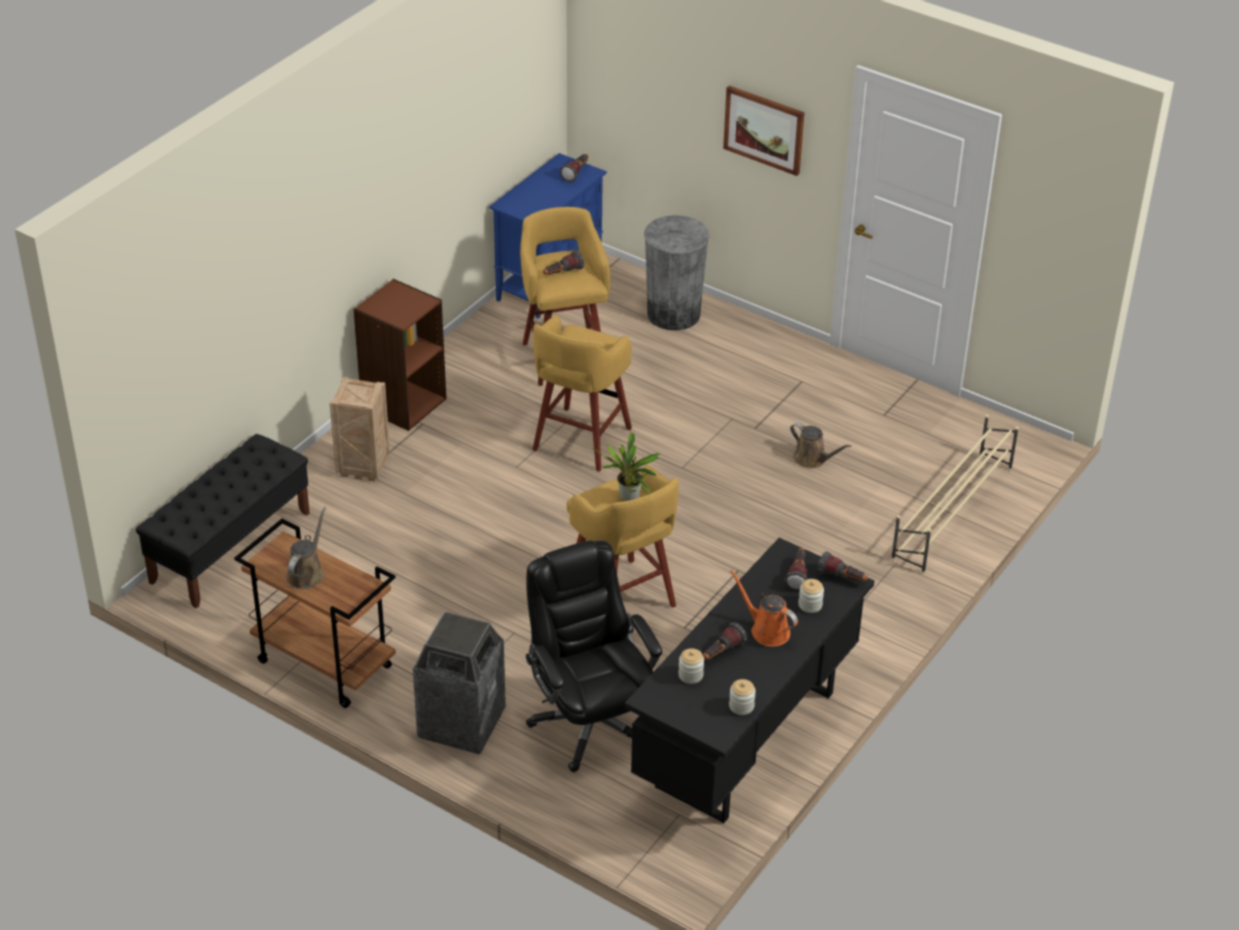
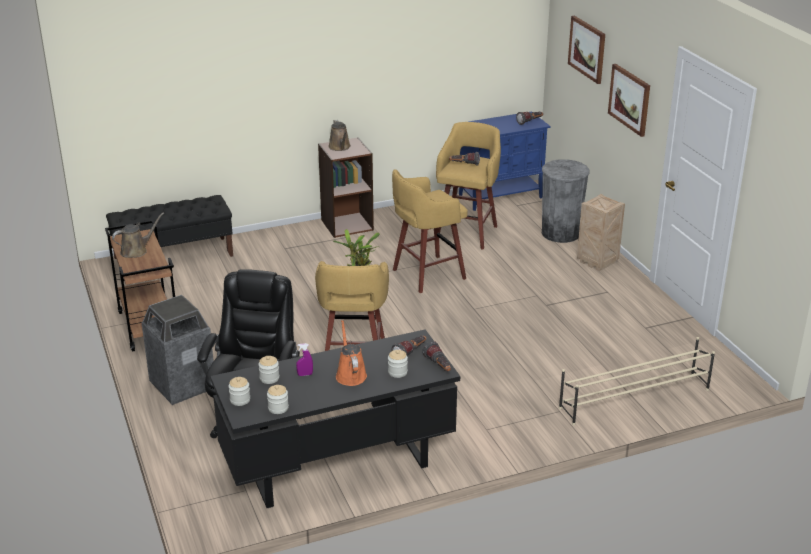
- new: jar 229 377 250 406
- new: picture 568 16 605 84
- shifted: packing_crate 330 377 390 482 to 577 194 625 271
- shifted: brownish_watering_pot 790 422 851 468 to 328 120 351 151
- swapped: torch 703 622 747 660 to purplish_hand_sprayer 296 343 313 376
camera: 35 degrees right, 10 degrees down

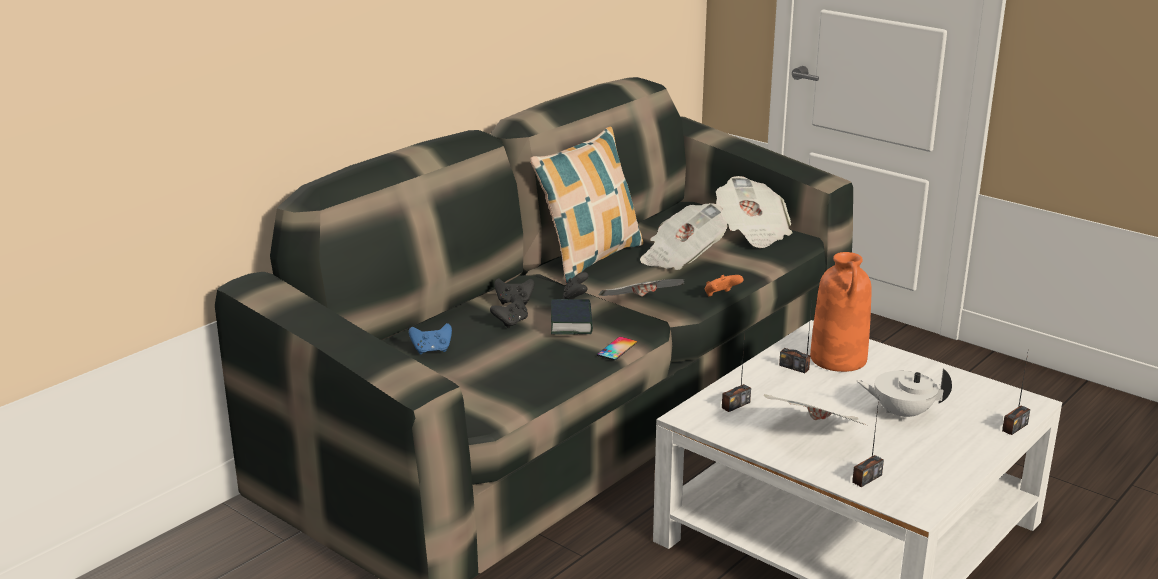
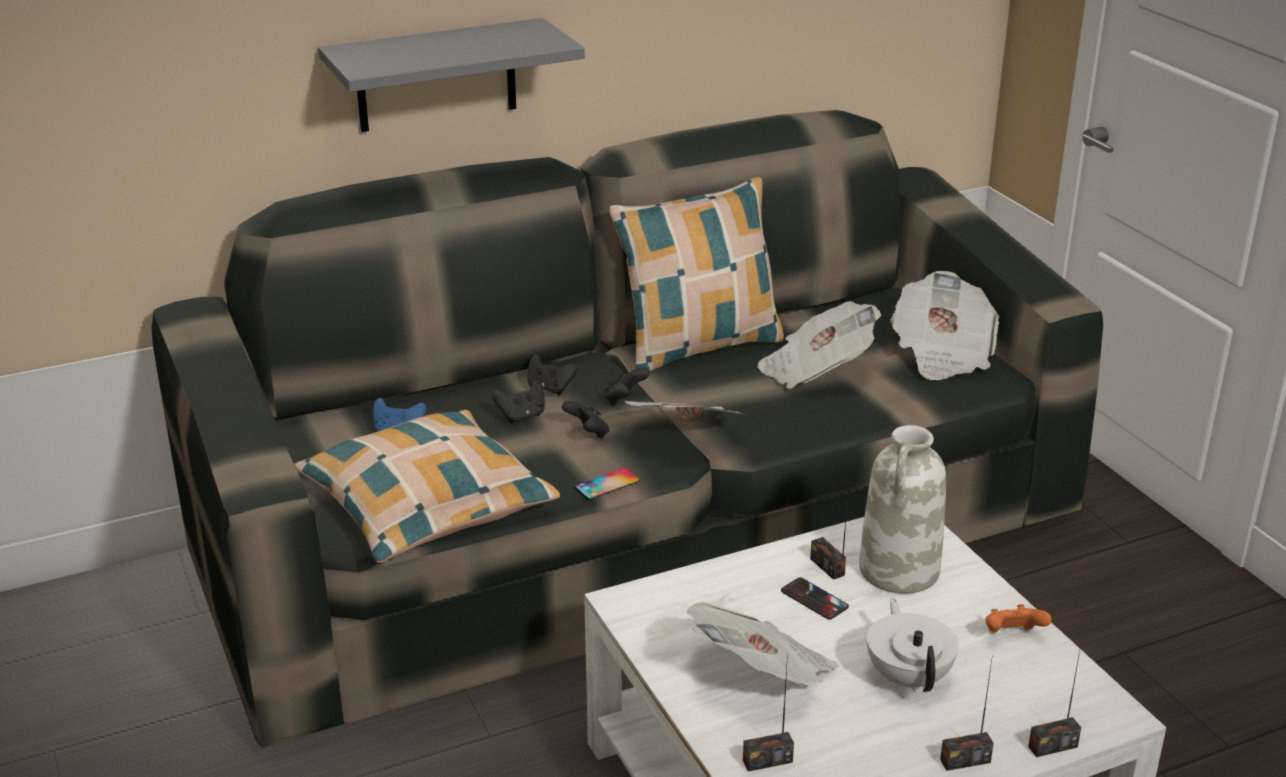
- new: pillow 295 410 560 563
- new: grey_shelf 318 18 585 132
- new: handset 781 577 849 620
- shifted: orange-coloured_joypad 705 275 743 296 to 985 604 1052 633
- shifted: radio_set 722 330 751 412 to 940 654 994 771
- swapped: volume 551 299 593 335 to black-coloured_joypad 562 401 609 438
- repainted: orange-coloured_vase 810 252 872 372 to white-coloured_vase 859 425 946 594
- rotated: white-coloured_teapot 857 368 952 421 = 867 598 959 692 45 degrees clockwise
camera: 25 degrees right, 5 degrees up

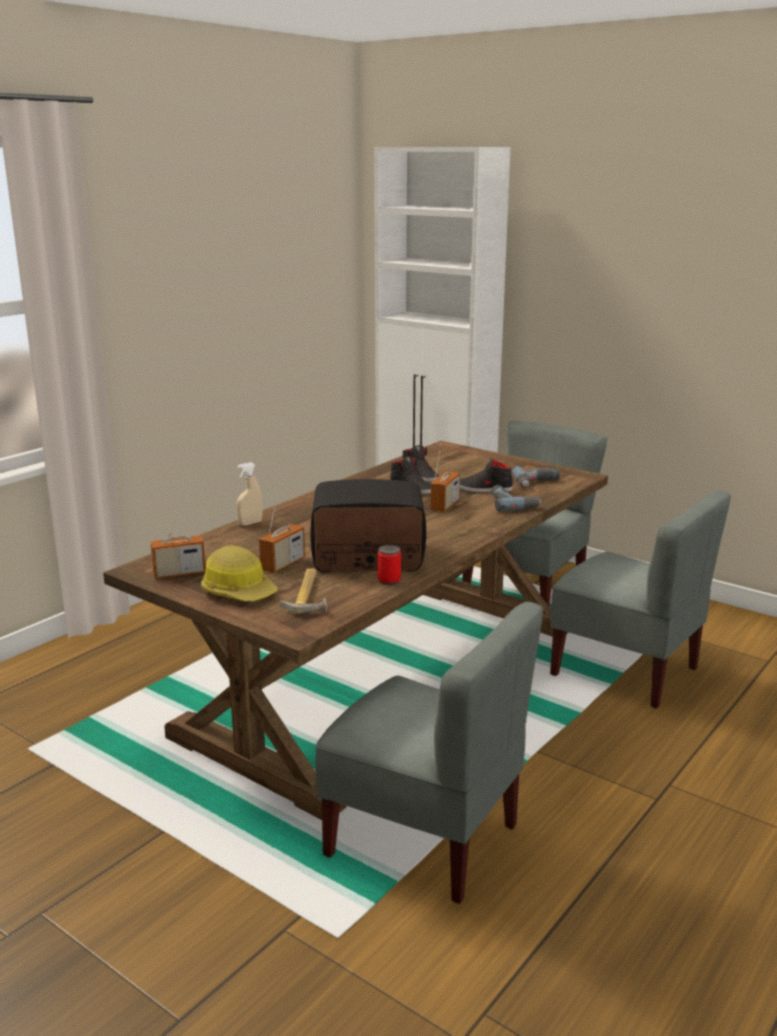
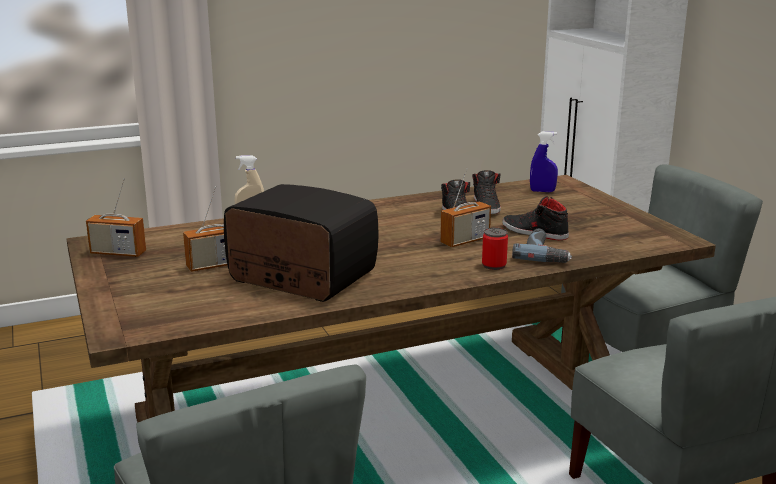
- gone: hard_hat 201 545 278 602
- gone: hand_hammer 280 568 327 614
- gone: power_drill 511 466 560 488
- new: bluish_hand_sprayer 530 132 558 192
- shifted: can 378 545 401 585 to 482 228 508 270
camera: 30 degrees right, 0 degrees up

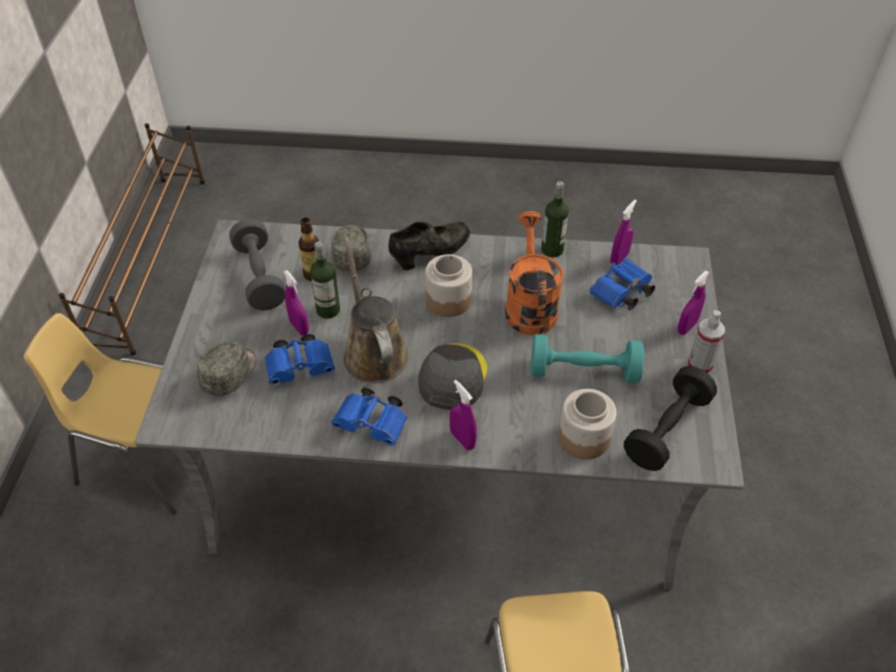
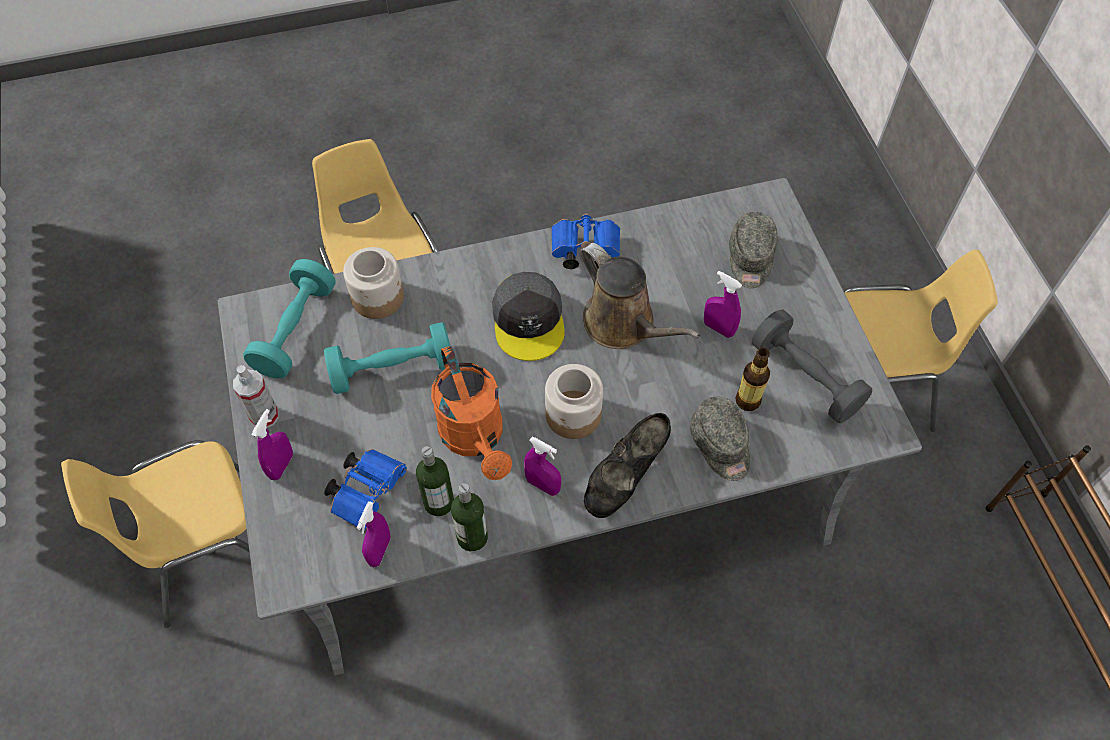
- gone: bluish_binoculars 265 334 335 386
- new: yellow-coloured_chair 61 440 249 628
- shifted: bottle 310 242 340 319 to 416 446 454 516
- shifted: purplish_hand_sprayer 449 380 477 450 to 524 437 561 496
- repainted: black-coloured_free_weight 624 366 717 471 to turquoise-coloured_free_weight 243 259 335 379
camera: 160 degrees right, 10 degrees up

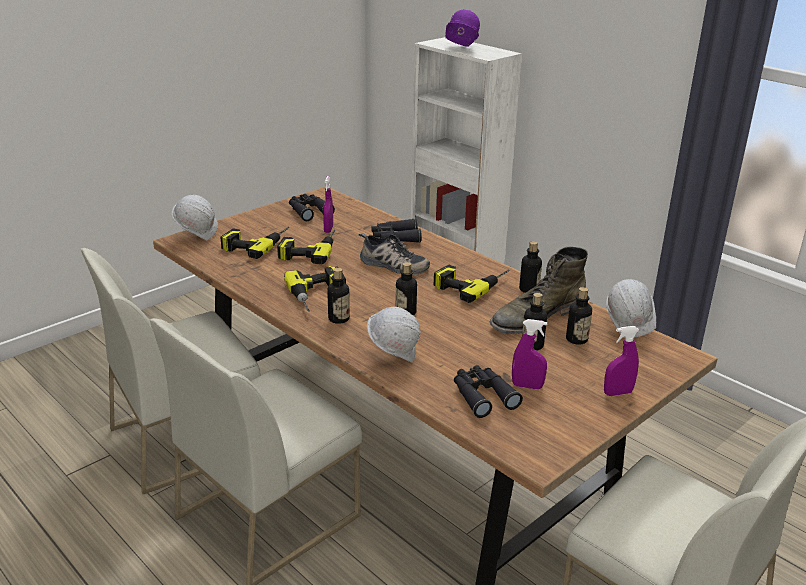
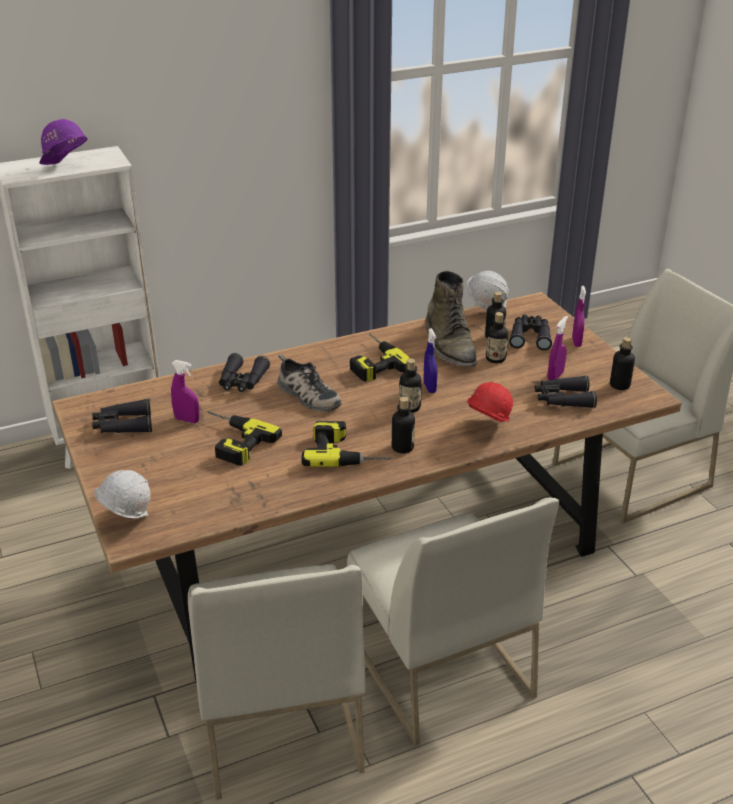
- gone: power_drill 220 226 290 259
- new: bluish_hand_sprayer 424 328 437 393
- new: black-coloured_binoculars 509 315 552 351
- shifted: bottle 519 241 542 293 to 610 337 635 390
- repainted: white-coloured_hard_hat 367 307 421 362 to reddish_hard_hat 466 382 513 422
- rotated: low_shoe 359 233 430 275 = 278 354 341 412 90 degrees clockwise
camera: 70 degrees left, 5 degrees up

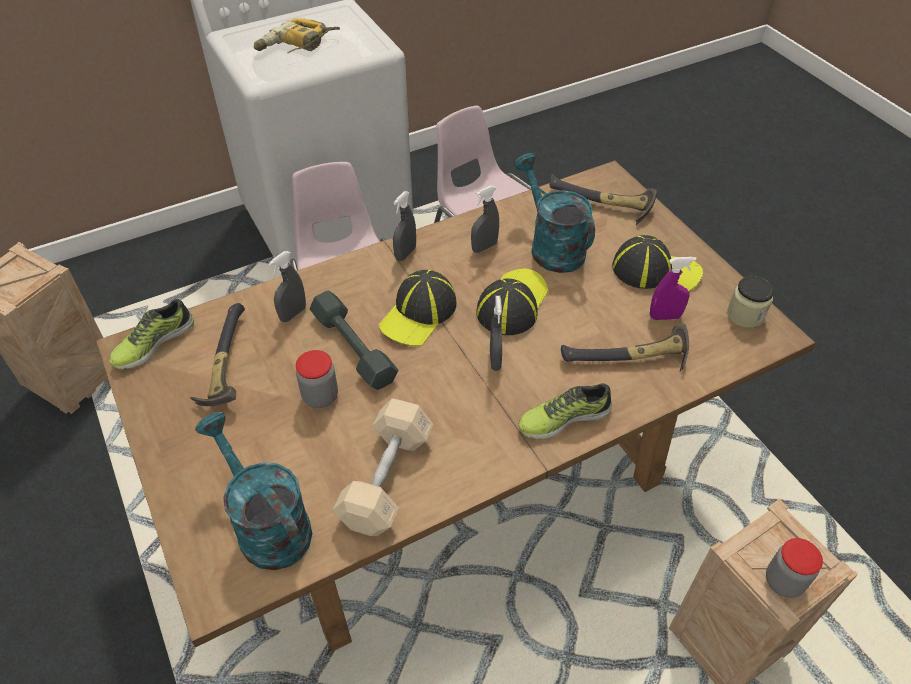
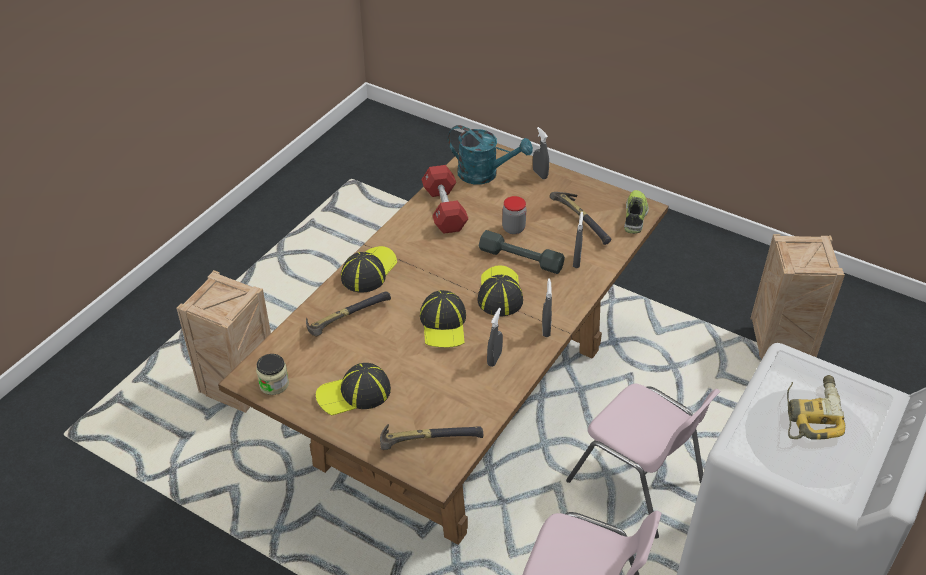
- gone: turquoise-coloured_watering_pot 514 153 595 273
- gone: purplish_hand_sprayer 650 257 697 320
- gone: jar 766 538 823 598
- shifted: grey_hand_sprayer 490 296 502 371 to 533 127 549 179
- swapped: low_shoe 518 383 612 439 to baseball_cap 341 246 397 292
- repainted: sand-coloured_free_weight 333 398 433 536 to reddish_free_weight 421 165 468 234
camera: 150 degrees right, 5 degrees down

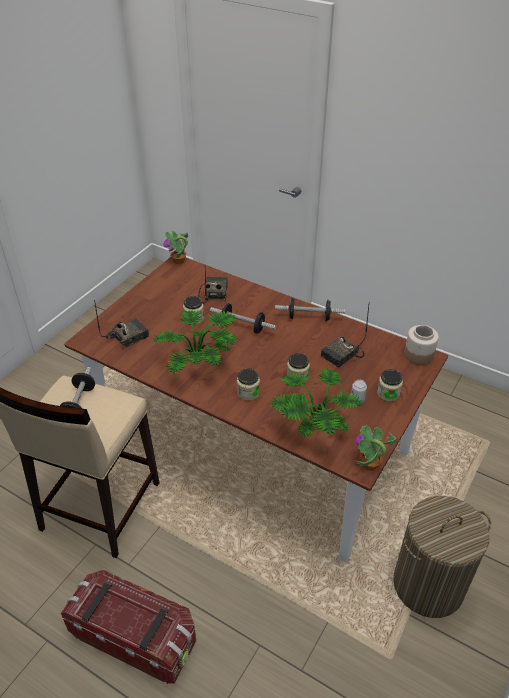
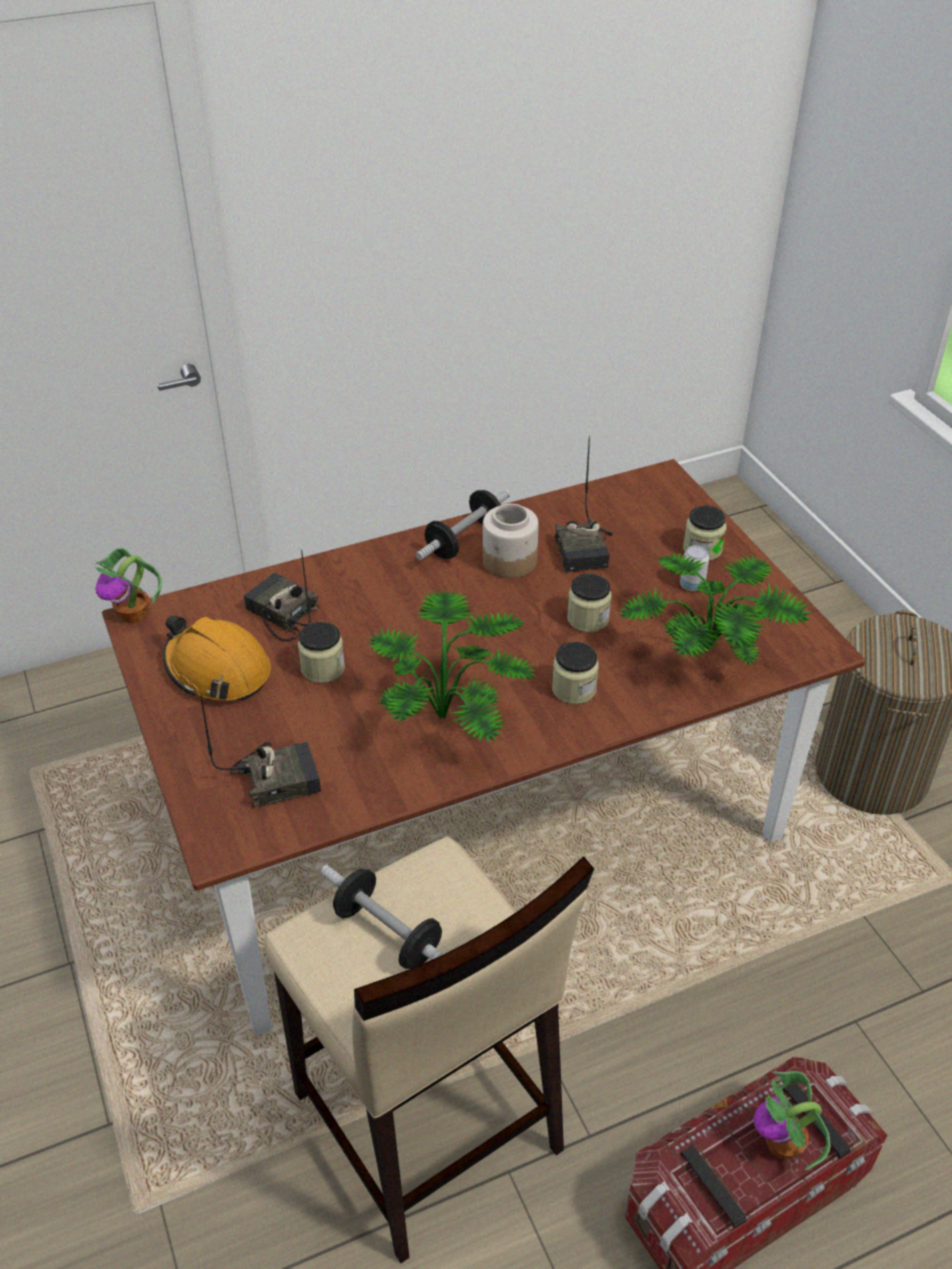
- gone: free_weight 210 303 276 334
- new: orange-coloured_hard_hat 163 615 271 701
- shifted: houseplant 354 425 396 471 to 754 1071 830 1171
- shifted: jar 404 325 439 365 to 483 504 539 578
- rotated: radio_set 94 300 149 349 = 201 695 321 808 75 degrees clockwise
camera: 55 degrees left, 0 degrees up

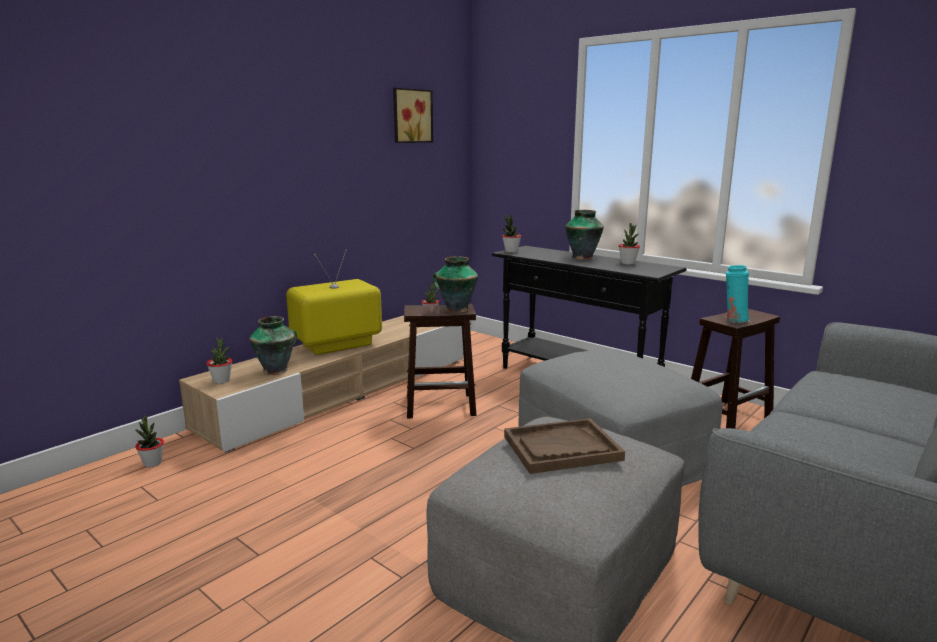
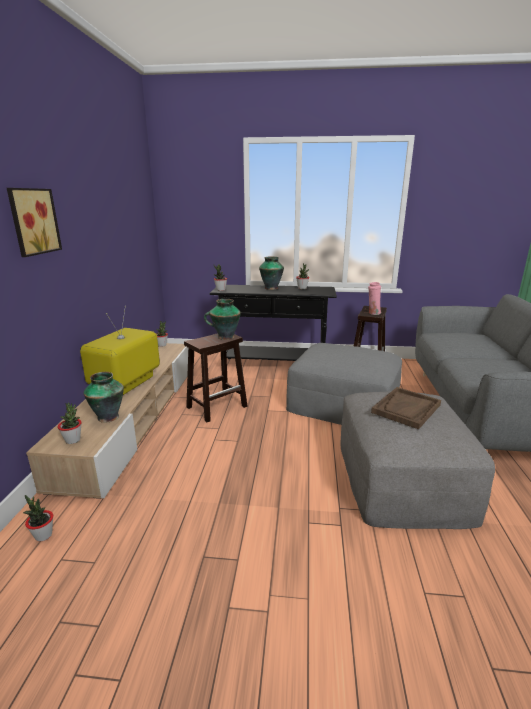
- shifted: picture 393 88 433 143 to 7 188 62 257
- repainted: turquoise-coloured_vase 726 265 749 323 to pinkish_vase 368 282 381 315
camera: 35 degrees left, 5 degrees up

